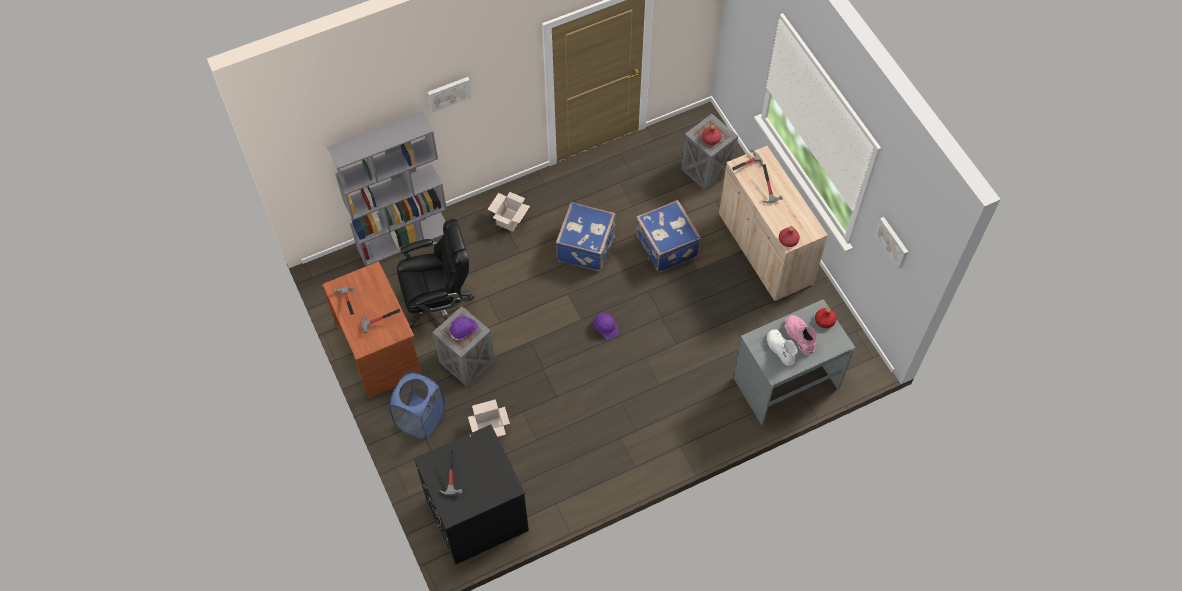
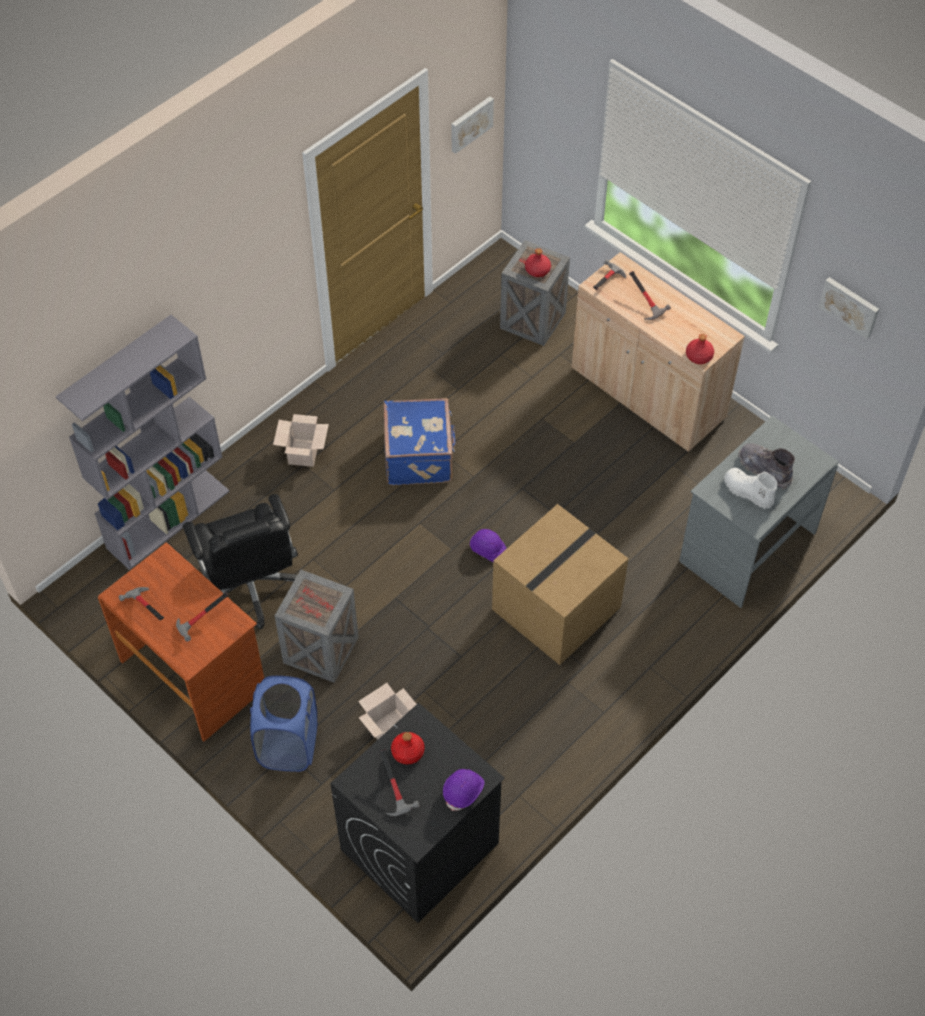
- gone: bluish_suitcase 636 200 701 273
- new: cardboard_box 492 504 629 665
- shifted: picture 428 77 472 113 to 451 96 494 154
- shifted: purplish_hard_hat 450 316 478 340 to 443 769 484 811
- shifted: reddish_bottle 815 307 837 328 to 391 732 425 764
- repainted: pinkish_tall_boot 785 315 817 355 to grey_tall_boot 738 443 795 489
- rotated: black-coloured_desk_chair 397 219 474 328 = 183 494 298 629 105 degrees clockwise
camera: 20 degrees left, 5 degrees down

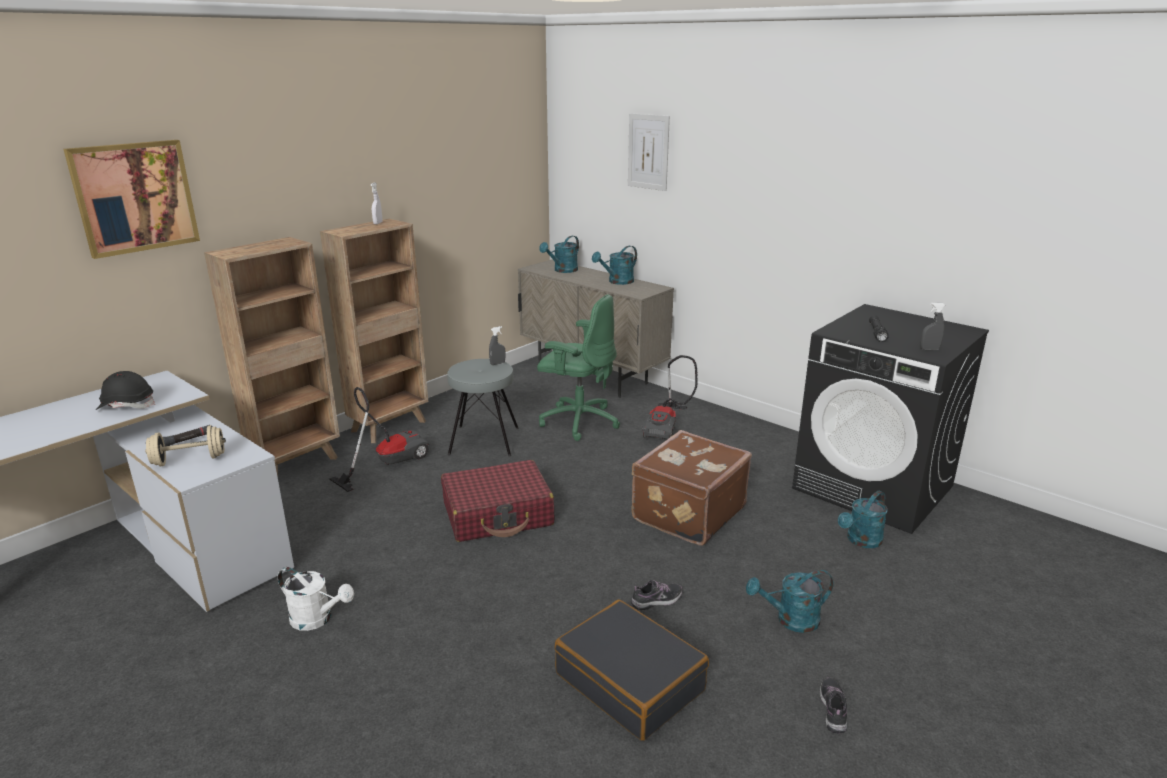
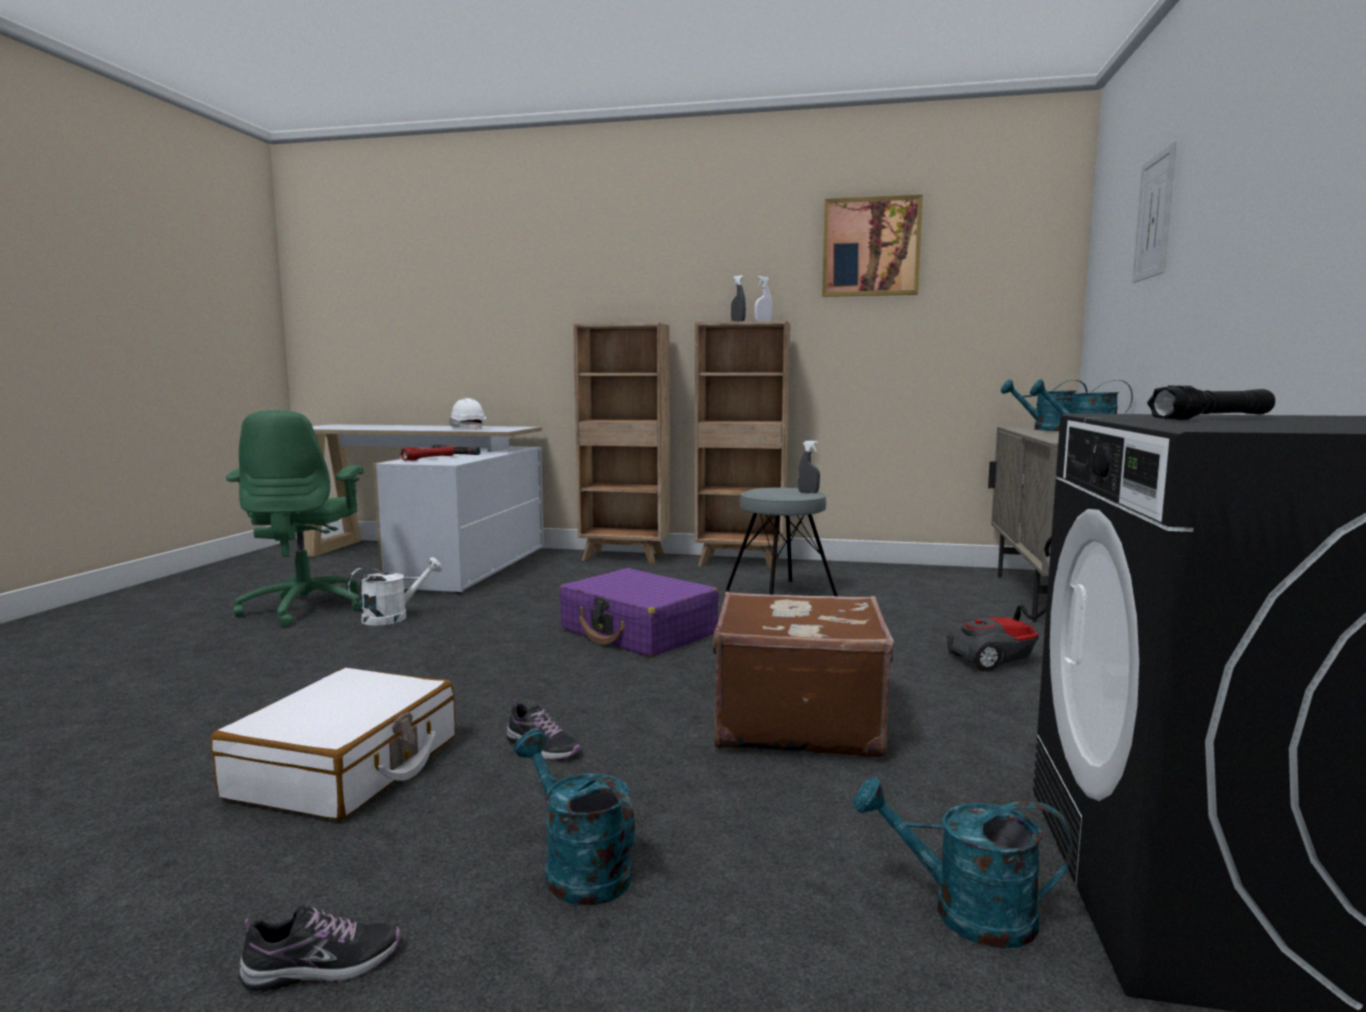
- gone: hoover 329 387 429 492
- shifted: picture 63 140 200 259 to 822 195 923 297
- shifted: green_desk_chair 537 294 620 441 to 226 410 364 627
- shifted: grey_hand_sprayer 920 302 945 350 to 731 275 746 321
- swapped: sand-coloured_free_weight 145 425 226 466 to reddish_torch 400 446 454 461
- repainted: black-coloured_hard_hat 96 371 155 410 to white-coloured_hard_hat 449 398 486 430
- repainted: reddish_suitcase 441 460 554 542 to purplish_suitcase 559 568 719 657
- repainted: black-coloured_suitcase 554 599 709 741 to white-coloured_suitcase 211 668 456 821
- rotated: white-coloured_watering_pot 278 567 354 631 = 348 557 442 626 120 degrees counterclockwise
camera: 60 degrees right, 15 degrees down

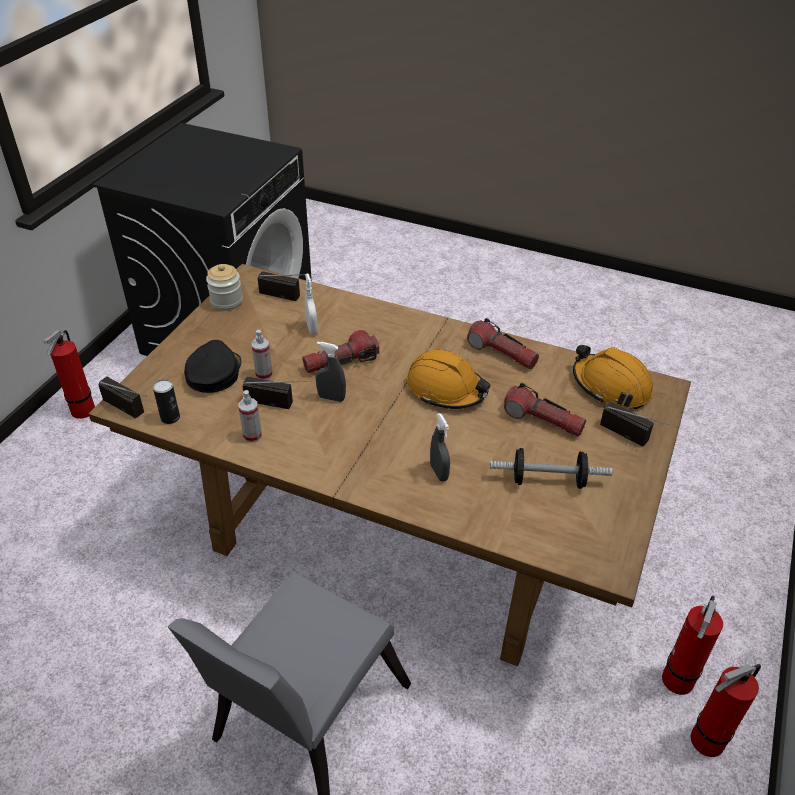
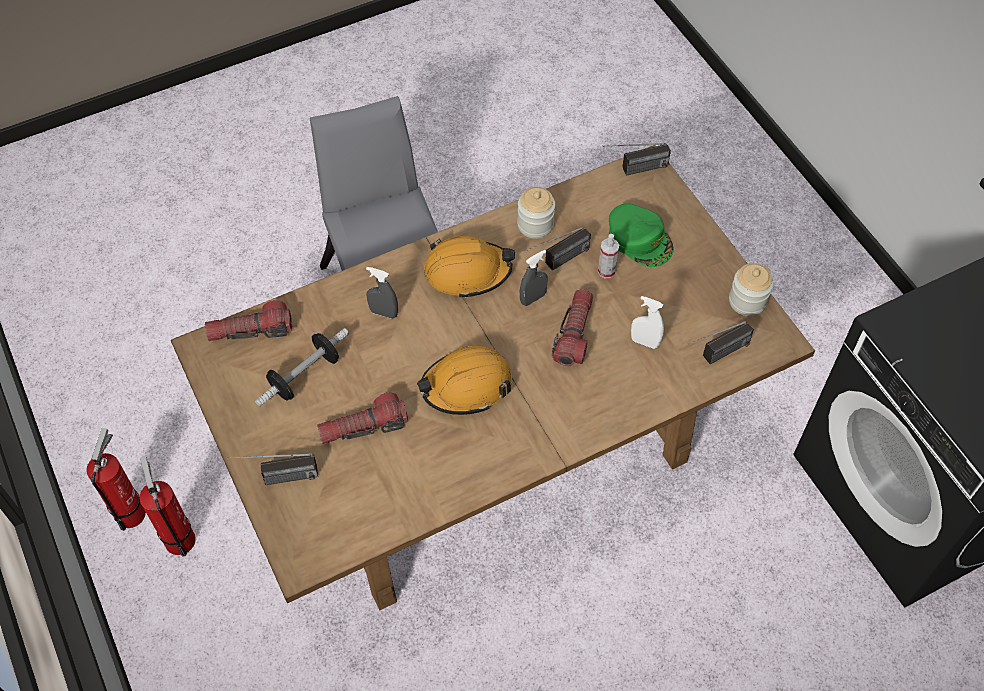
- gone: fire-fighting_cylinder 43 330 95 419
- gone: can 153 379 180 424
- shifted: torch 467 318 539 369 to 205 300 292 341
- shifted: orange-coloured_hard_hat 573 345 653 409 to 424 236 515 299
- swapped: hand_sprayer 238 390 262 443 to jar 517 187 555 239
- repainted: black-coloured_baseball_cap 184 340 241 393 to green_baseball_cap 609 203 674 267
camera: 130 degrees right, 15 degrees up

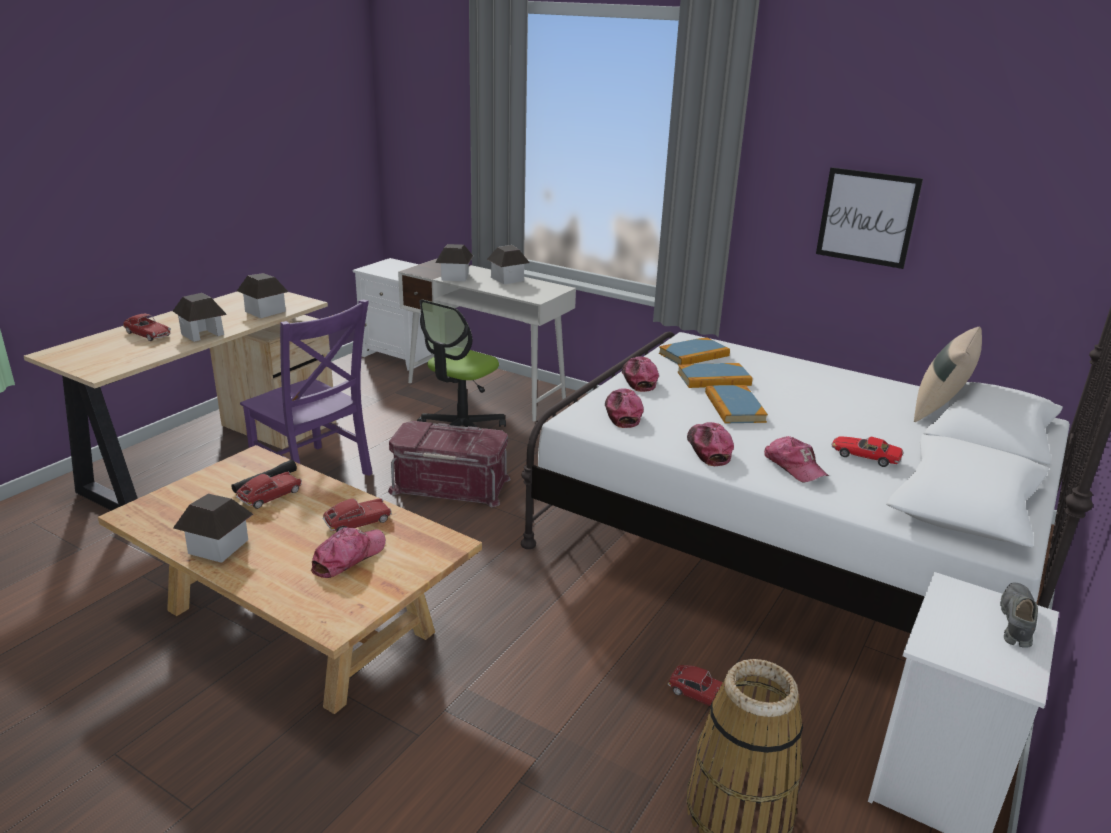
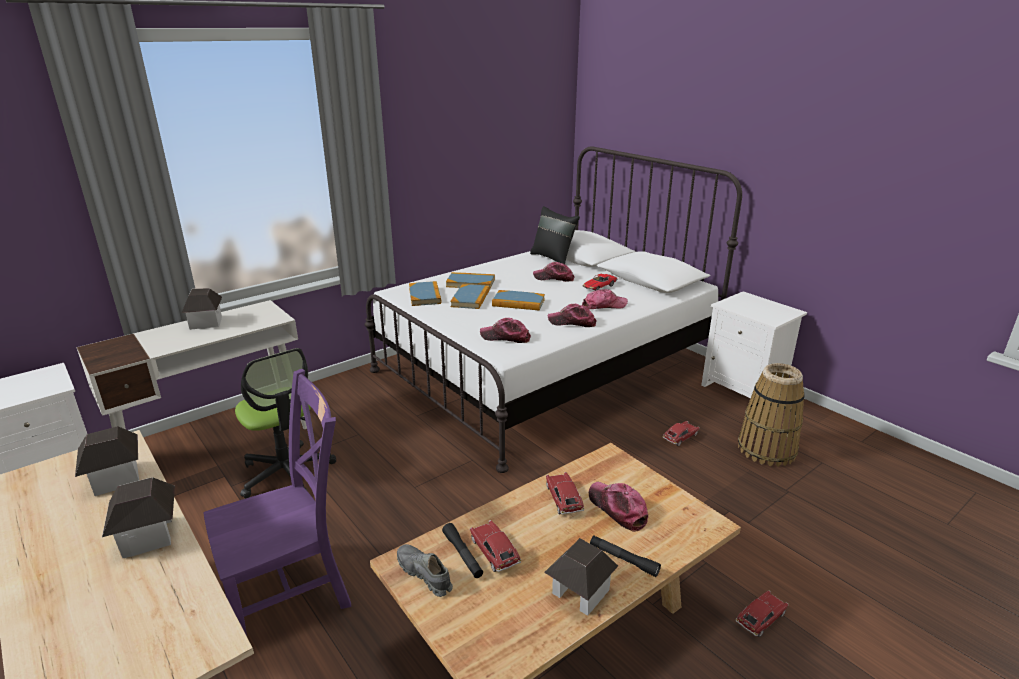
- gone: reddish_storage_bin 388 421 511 507
- gone: toy_house 435 244 473 281
- gone: picture 816 167 923 269
- new: volume 446 272 495 289
- new: black-coloured_torch 590 536 661 577
- shifted: toy_car 123 314 171 341 to 736 590 789 637
- shifted: baseball_cap 622 356 659 392 to 533 262 574 282
- shifted: grey_low_shoe 1000 582 1038 648 to 397 544 453 597
- repainted: sand-coloured_pillow 914 327 982 422 to black-coloured_pillow 530 206 580 264
camera: 70 degrees left, 0 degrees up

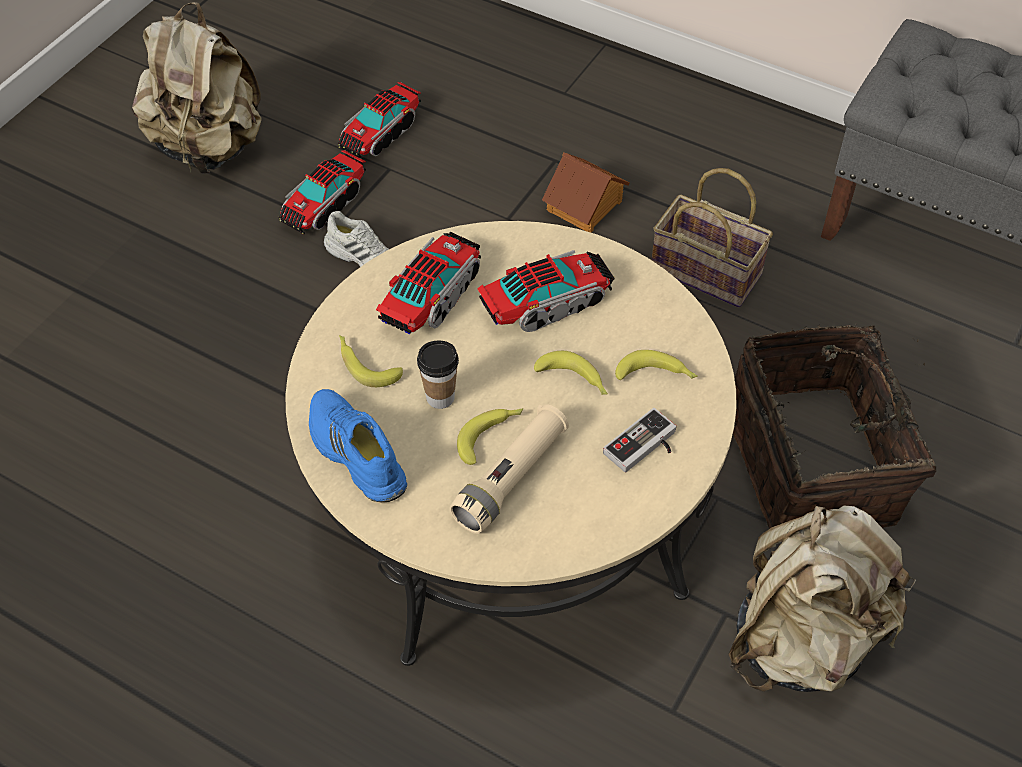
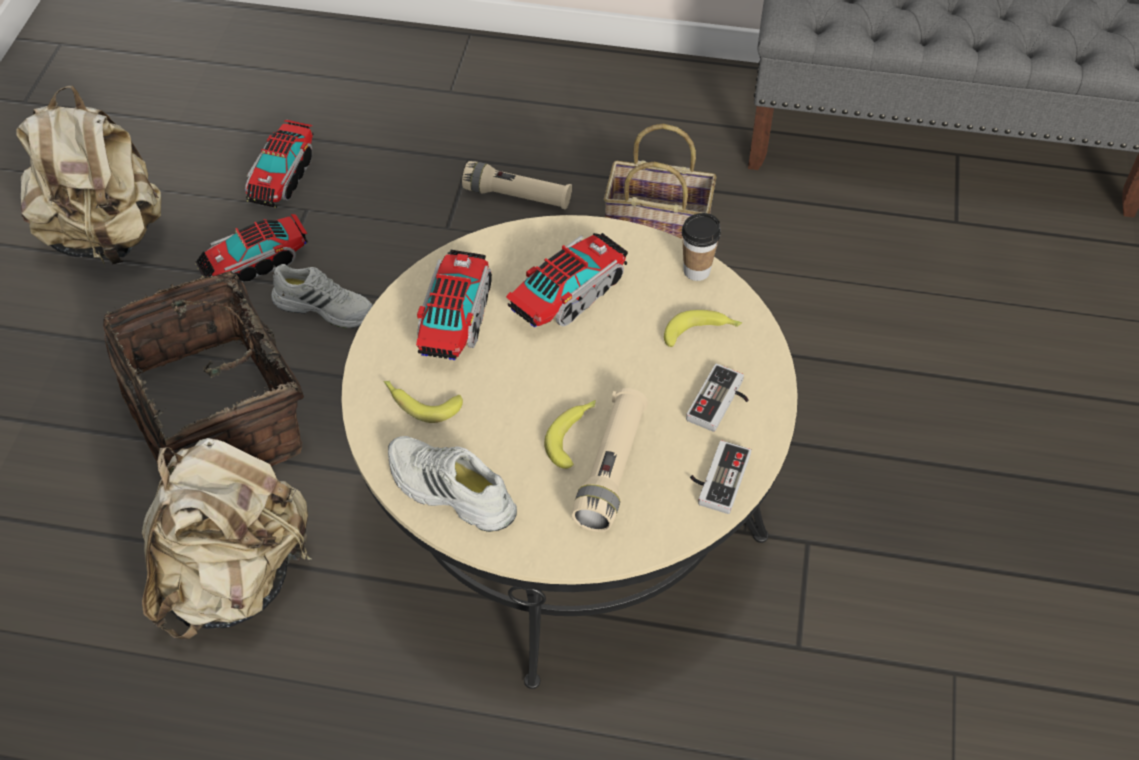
- gone: whole_banana 534 351 608 395
- new: joypad 690 440 751 514
- shifted: drinking_cup 417 341 459 409 to 682 213 721 281
- shifted: sand-coloured_rucksack 728 505 916 692 to 142 438 311 639
- shifted: household_basket 733 323 936 529 to 103 271 304 467
- swapped: toy_house 542 152 629 233 to sand-coloured_torch 462 161 572 210
- repainted: bluish_low_shoe 309 389 407 502 to white-coloured_low_shoe 388 436 517 532
- rotated: model_truck 279 150 366 234 = 195 214 308 287 45 degrees clockwise
camera: 20 degrees left, 0 degrees up

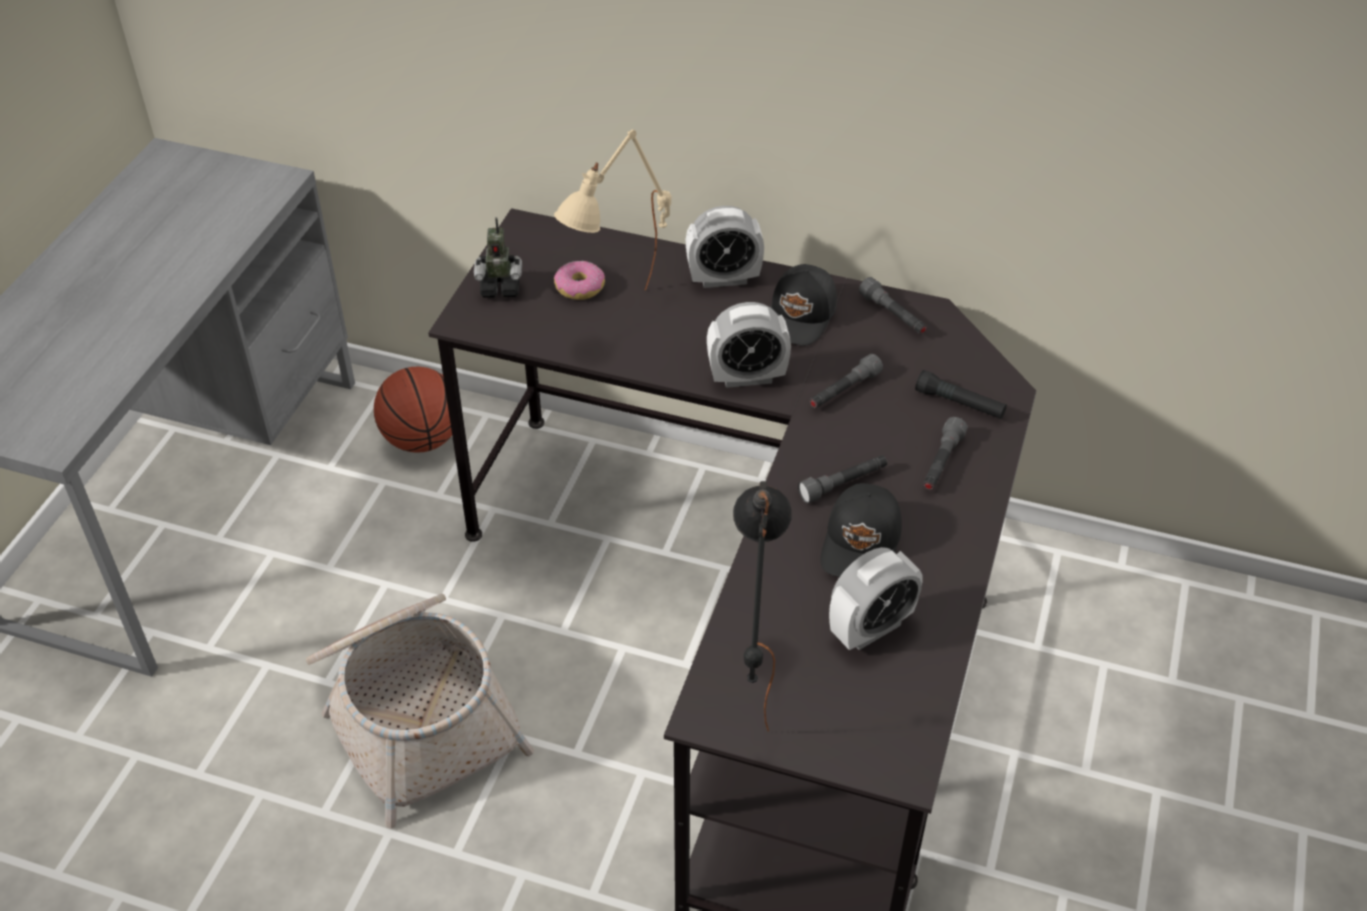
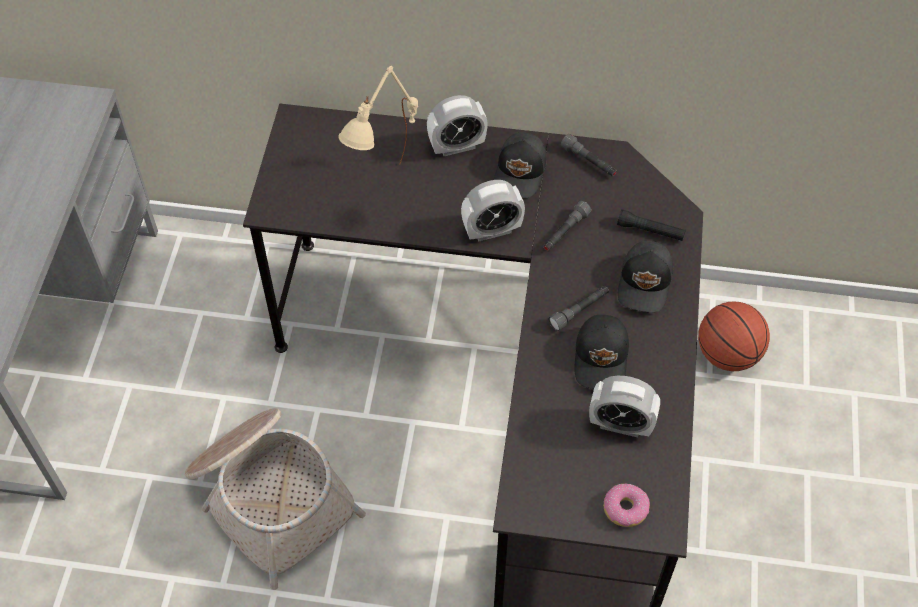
- gone: toy_robot 474 217 522 298
- gone: black-coloured_table_lamp 733 481 792 732
- shifted: ball_for_basketball 374 367 452 453 to 698 302 770 371
- shifted: ring_doughnut 554 261 605 300 to 604 484 650 527
- swapped: grey_torch 923 417 968 490 to black-coloured_baseball_cap 618 241 673 313
- rotated: table_clock 829 547 922 650 = 589 376 660 437 60 degrees clockwise
camera: 10 degrees left, 10 degrees up

